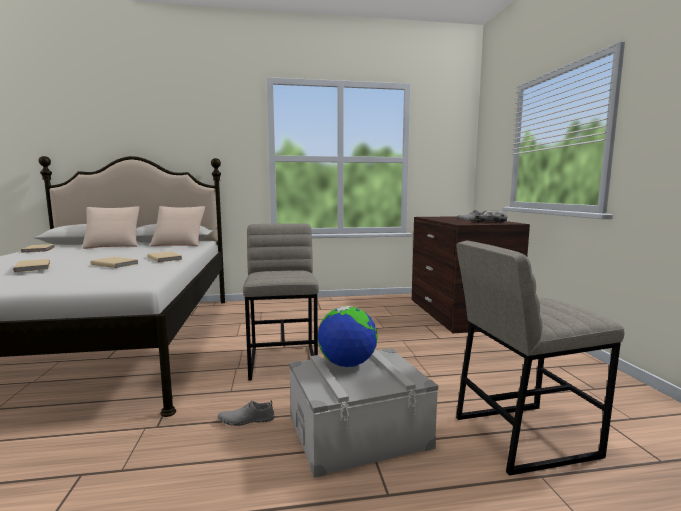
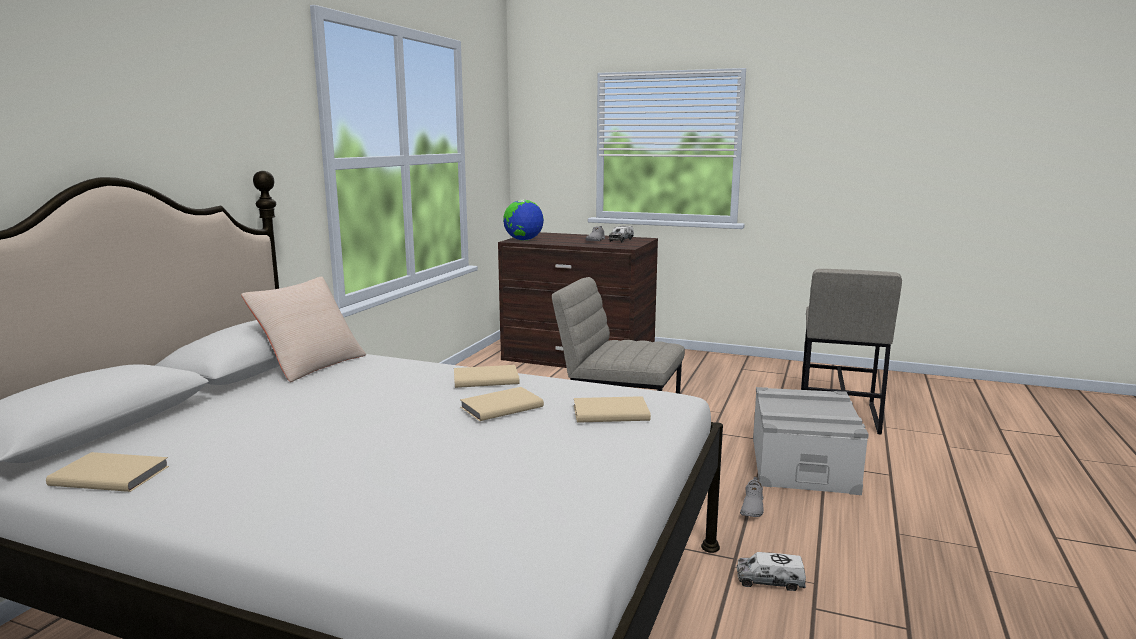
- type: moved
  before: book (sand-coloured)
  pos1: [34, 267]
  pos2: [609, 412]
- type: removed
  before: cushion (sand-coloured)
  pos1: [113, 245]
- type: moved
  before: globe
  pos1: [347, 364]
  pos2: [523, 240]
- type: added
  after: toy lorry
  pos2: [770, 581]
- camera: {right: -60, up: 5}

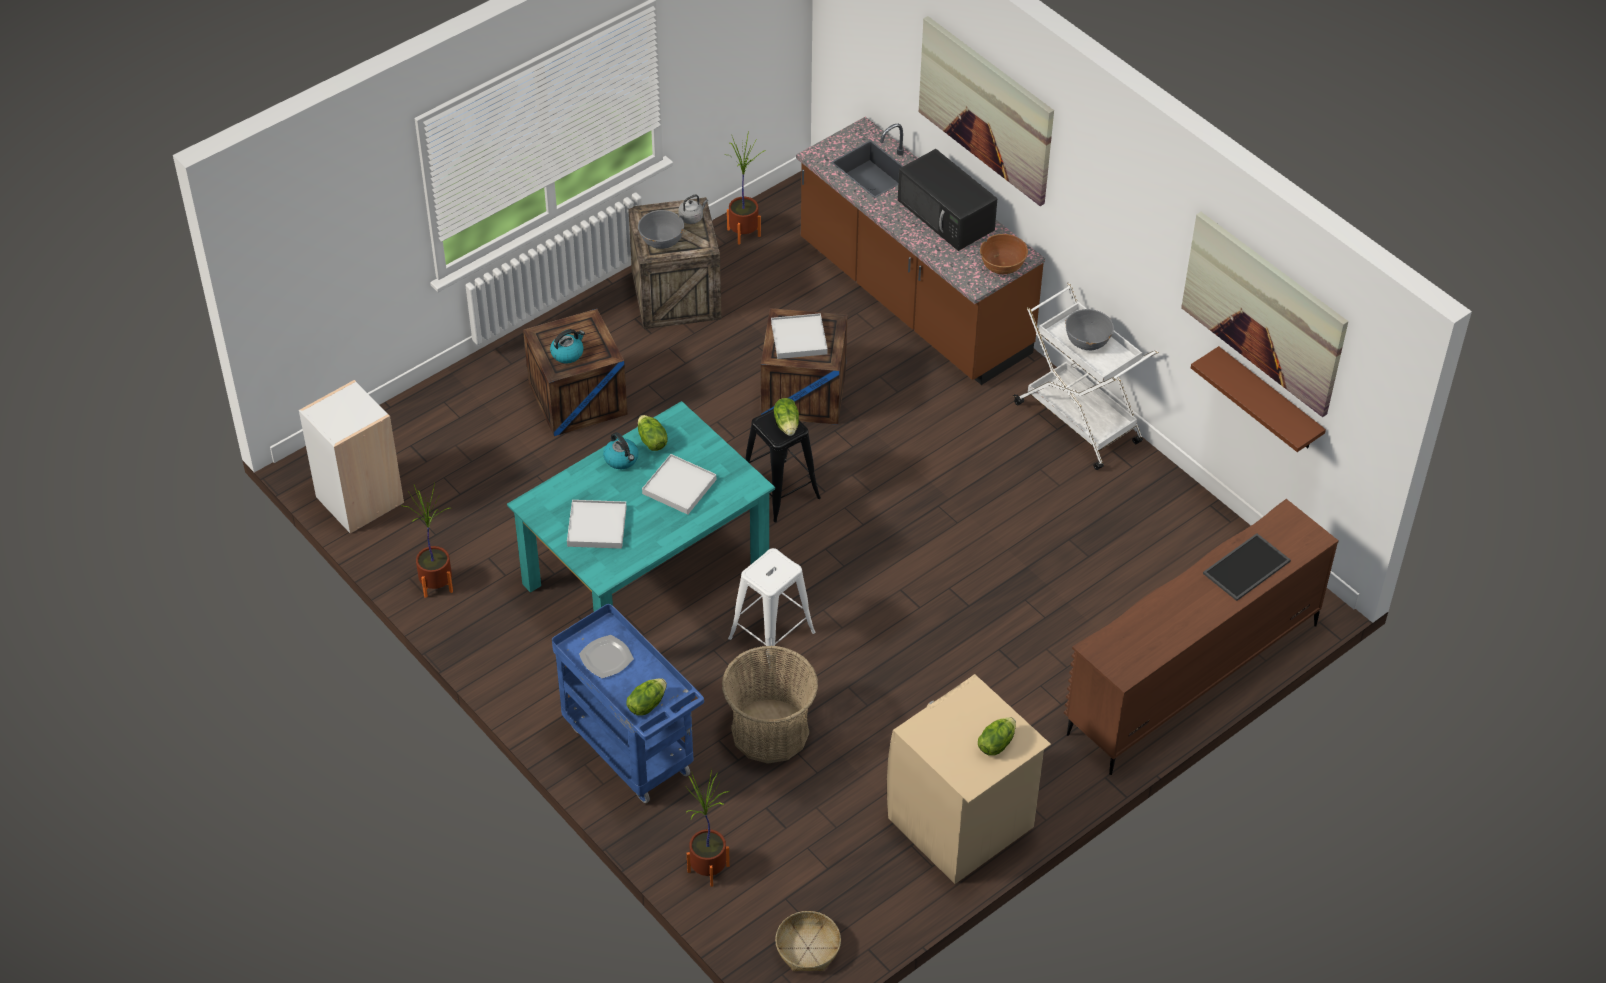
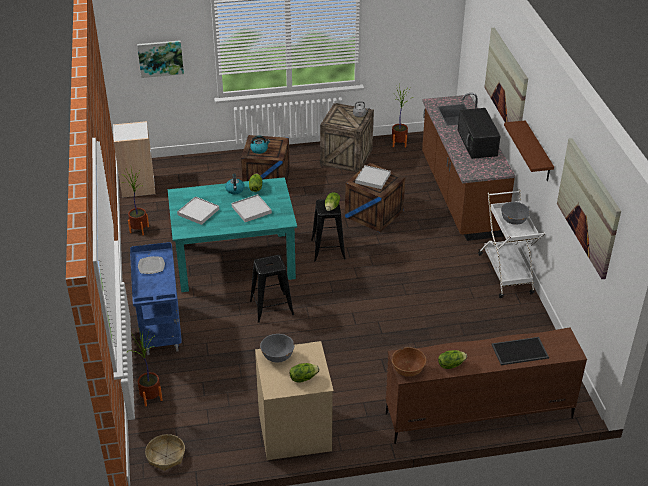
- type: moved
  before: lettuce head
  pos1: [646, 704]
  pos2: [451, 364]
- type: moved
  before: deep dish (grey)
  pos1: [661, 240]
  pos2: [277, 356]
- type: removed
  before: household basket
  pos1: [770, 731]
- type: recoloured
  before: sitting stool (white-coloured)
  after: sitting stool (black)
  pos1: [772, 635]
  pos2: [272, 308]
- type: moved
  before: deep dish (brown)
  pos1: [1002, 266]
  pos2: [408, 370]
- type: moved
  before: bracket shelf (brown)
  pos1: [1268, 400]
  pos2: [538, 152]
- type: added
  after: picture
  pos2: [160, 58]
- camera: {right: 30, up: -10}

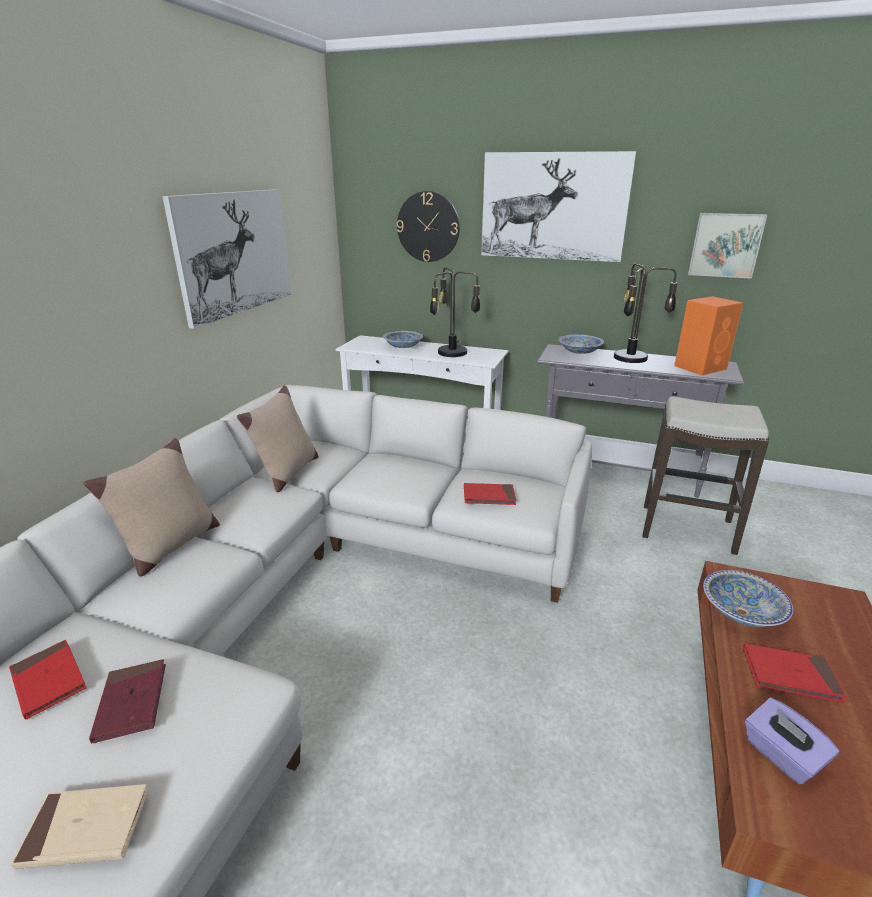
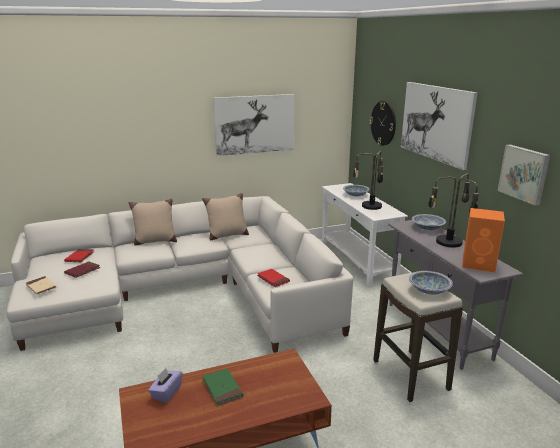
- type: moved
  before: deep dish
  pos1: [741, 612]
  pos2: [429, 290]
- type: recoloured
  before: book (red)
  after: book (green)
  pos1: [790, 675]
  pos2: [222, 388]
- camera: {right: 50, up: -5}

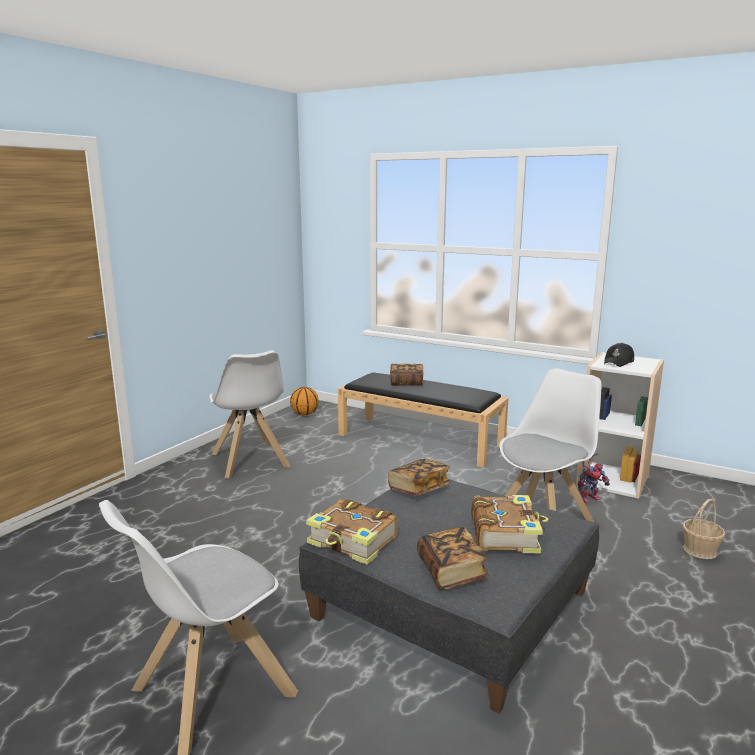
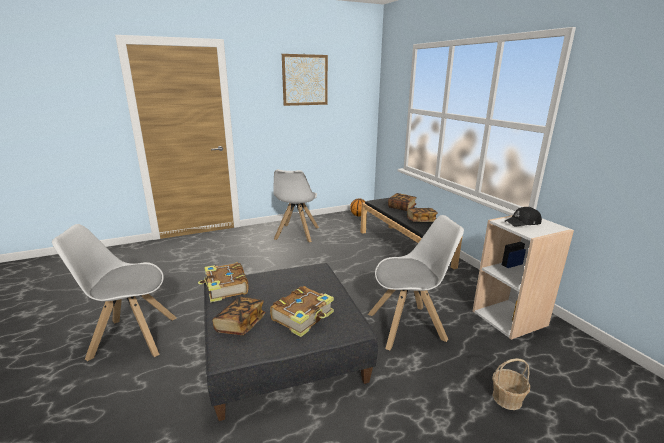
- type: moved
  before: book
  pos1: [419, 489]
  pos2: [421, 221]
- type: removed
  before: toy robot
  pos1: [588, 498]
- type: added
  after: picture
  pos2: [305, 79]
- camera: {right: 35, up: 5}

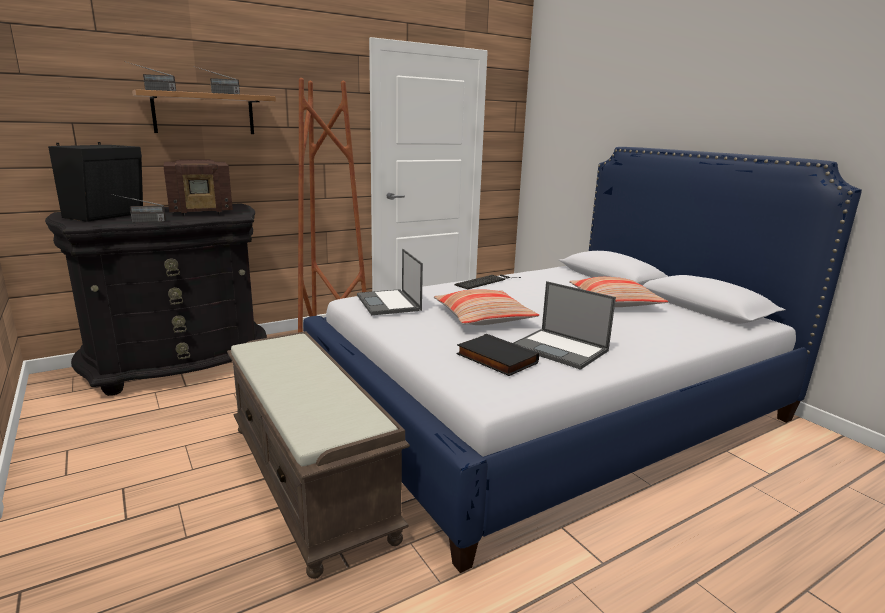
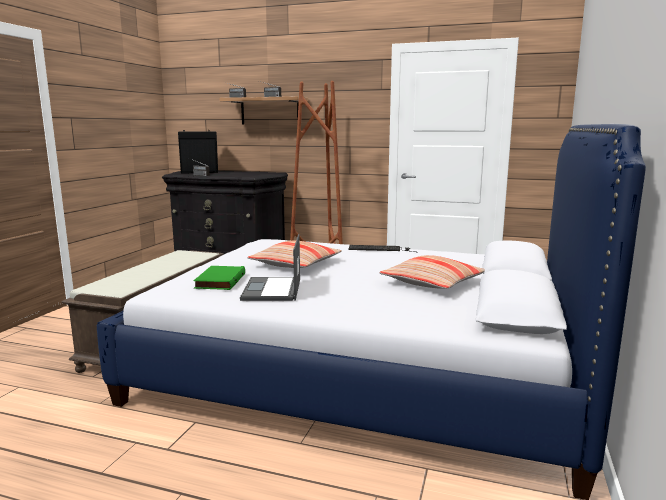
- type: removed
  before: radio set
  pos1: [202, 211]
- type: removed
  before: portable computer
  pos1: [389, 303]
- type: recoloured
  before: book (black)
  after: book (green)
  pos1: [495, 359]
  pos2: [219, 281]
- camera: {right: 50, up: -5}

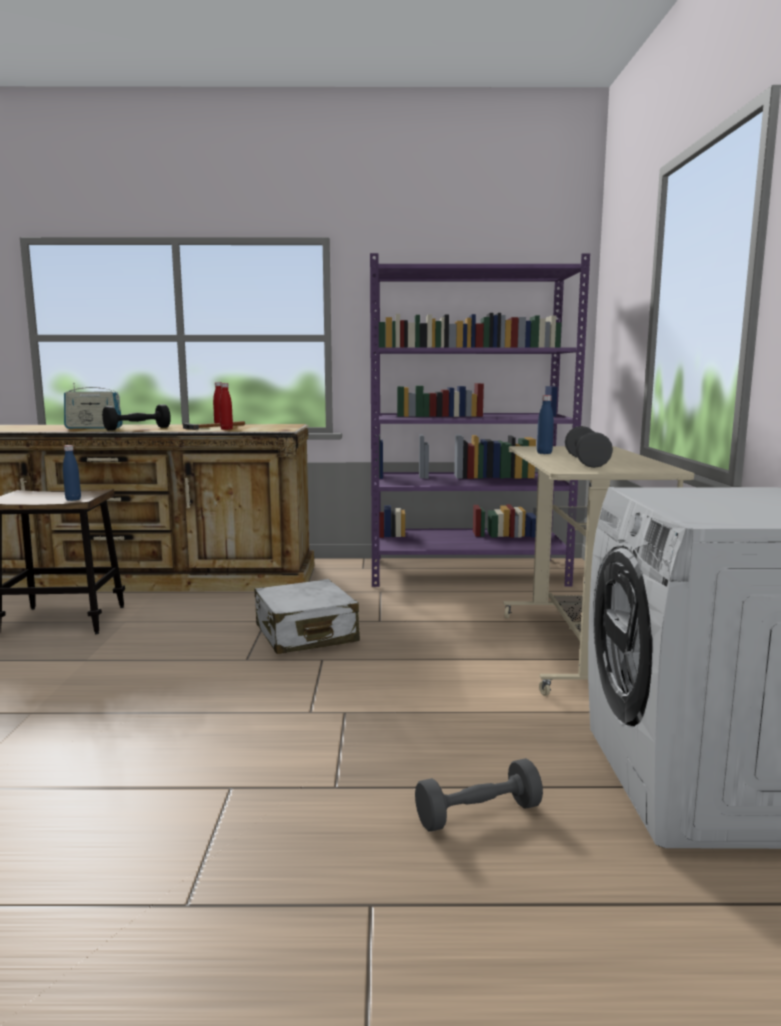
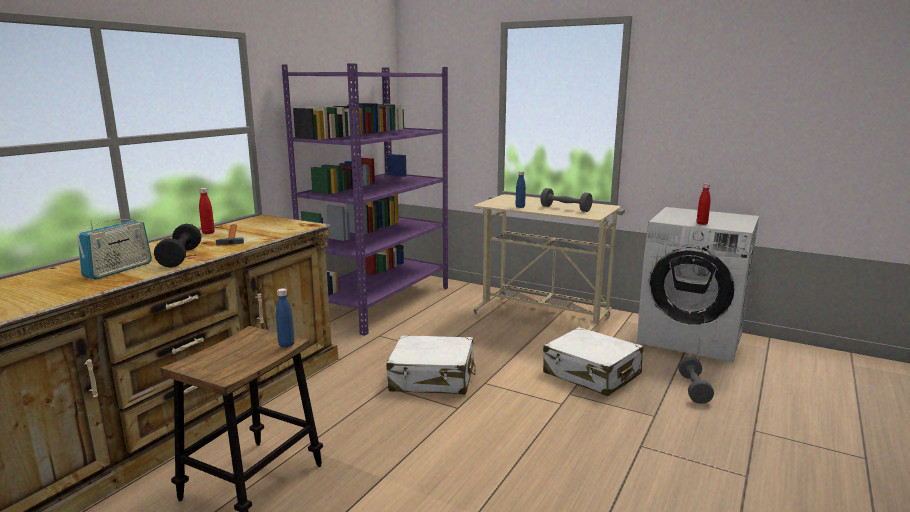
- type: moved
  before: bottle (red)
  pos1: [226, 429]
  pos2: [701, 223]
- type: added
  after: suitcase (white-coloured)
  pos2: [591, 374]
- camera: {right: -60, up: 5}

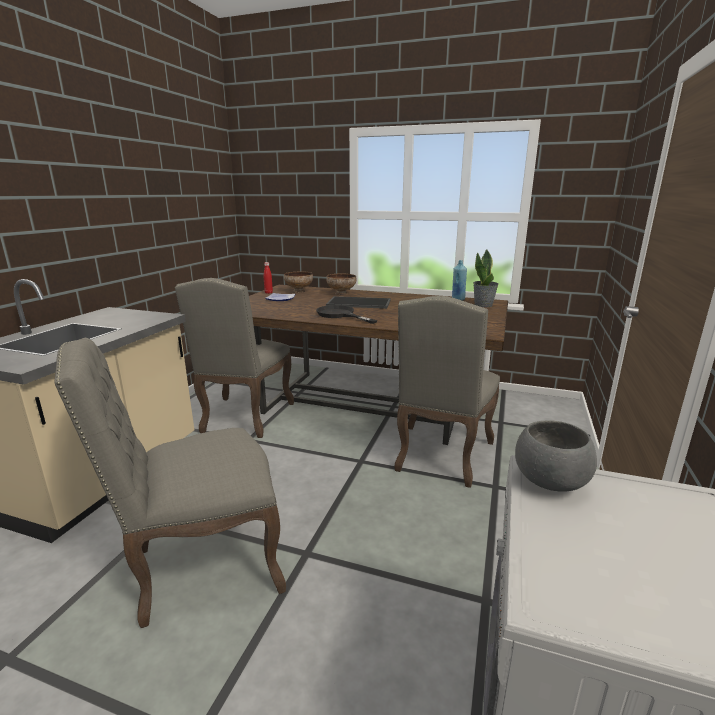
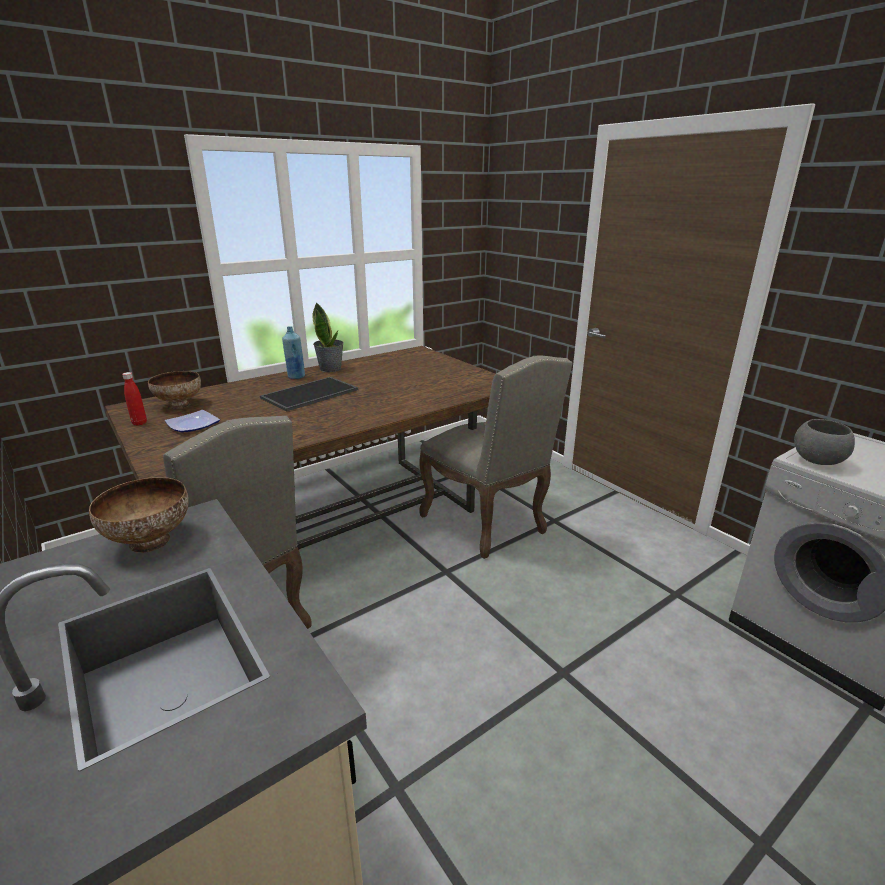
- type: removed
  before: upright chair (grey)
  pos1: [203, 565]
- type: removed
  before: pan (black)
  pos1: [340, 315]
- type: moved
  before: deep dish
  pos1: [341, 294]
  pos2: [150, 542]
- type: moved
  before: bottle (blue-coloured)
  pos1: [458, 299]
  pos2: [296, 377]
- type: moved
  before: houseplant
  pos1: [483, 305]
  pos2: [331, 369]
- camera: {right: -55, up: 5}

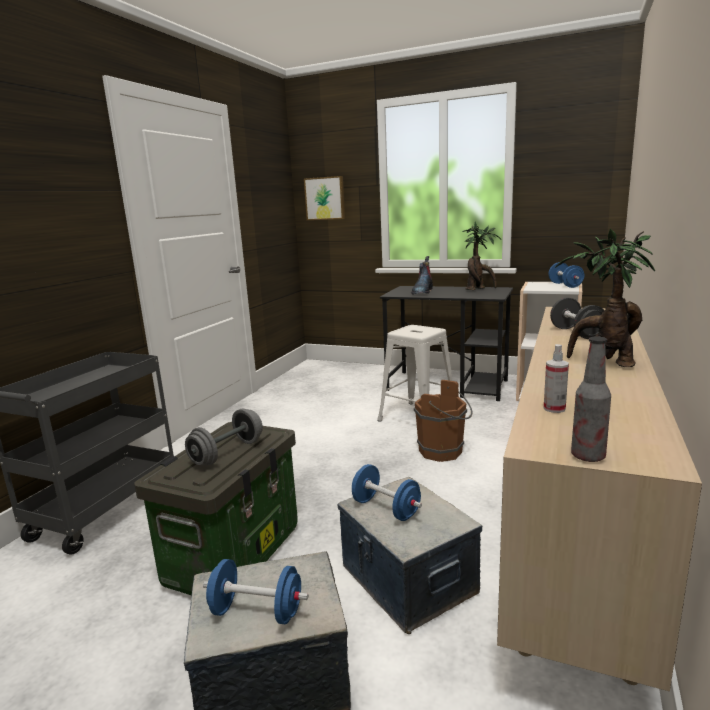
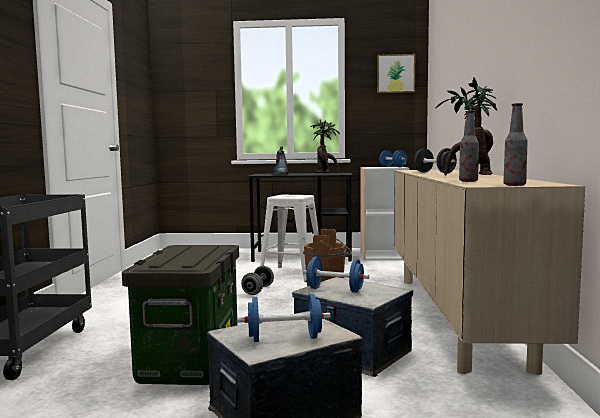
- type: moved
  before: dumbbell (grey)
  pos1: [227, 453]
  pos2: [258, 290]
- type: moved
  before: picture
  pos1: [325, 198]
  pos2: [395, 74]
- type: replaced
  before: sprayer
  after: bottle
  pos1: [554, 408]
  pos2: [468, 181]
- camera: {right: -20, up: -10}

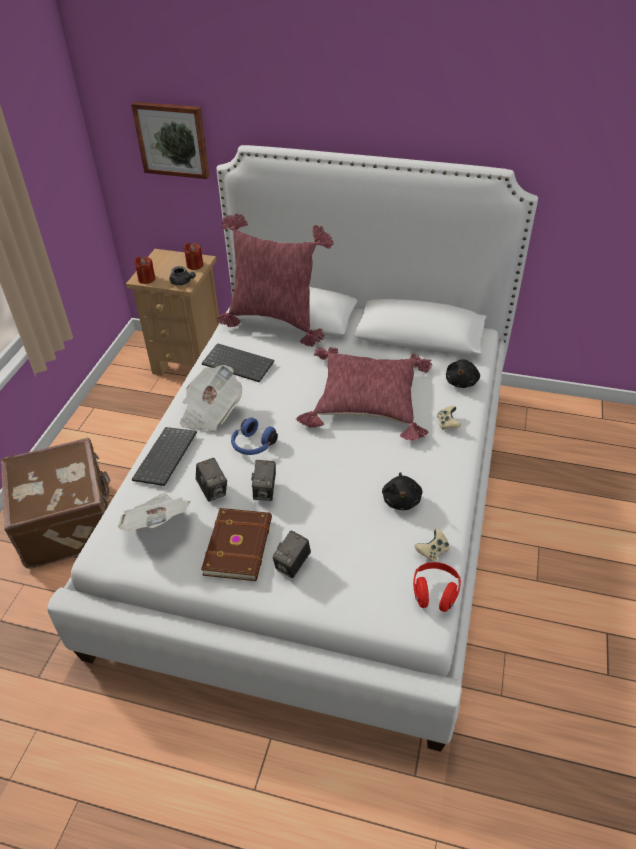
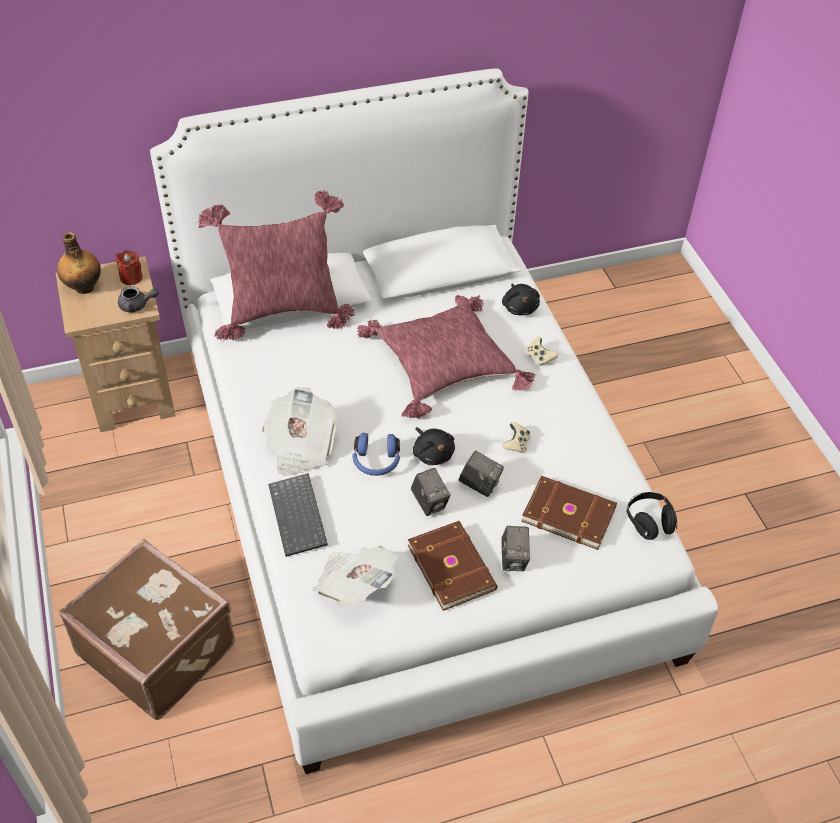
- type: removed
  before: picture
  pos1: [172, 139]
- type: removed
  before: wax light (red)
  pos1: [146, 279]
- type: moved
  before: photo camera
  pos1: [213, 490]
  pos2: [480, 485]
- type: removed
  before: computer keyboard
  pos1: [239, 363]
- type: moved
  before: plush toy (black)
  pos1: [401, 499]
  pos2: [432, 453]
- type: recoloured
  before: headphones (red)
  after: headphones (black)
  pos1: [435, 593]
  pos2: [649, 522]
- type: moved
  before: gamepad (sand-coloured)
  pos1: [432, 551]
  pos2: [516, 444]
- type: added
  after: bottle
  pos2: [84, 287]
- type: added
  after: book (brown)
  pos2: [568, 513]
- camera: {right: -35, up: 5}

